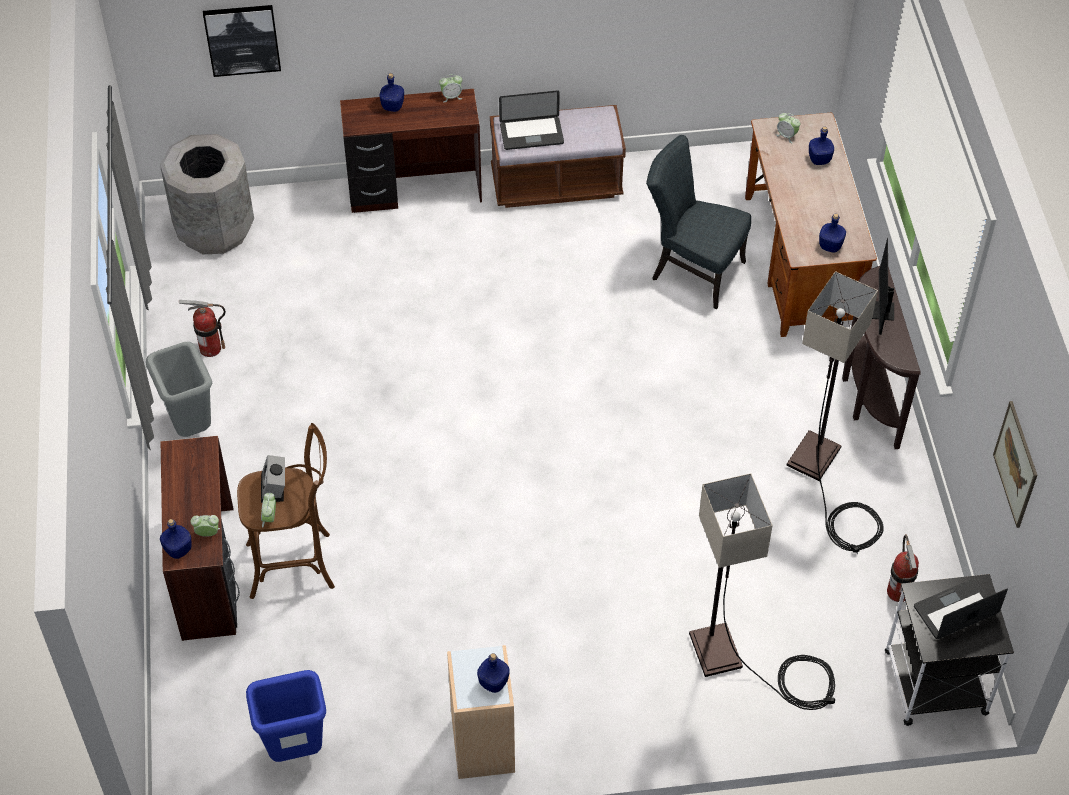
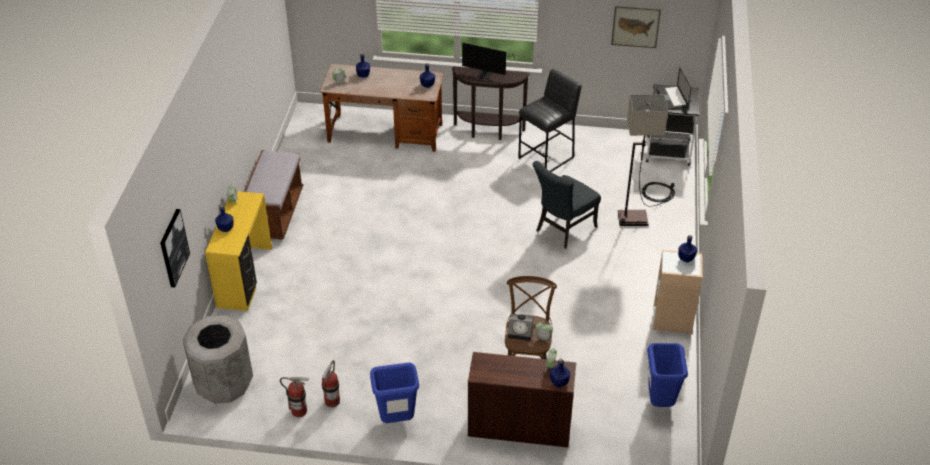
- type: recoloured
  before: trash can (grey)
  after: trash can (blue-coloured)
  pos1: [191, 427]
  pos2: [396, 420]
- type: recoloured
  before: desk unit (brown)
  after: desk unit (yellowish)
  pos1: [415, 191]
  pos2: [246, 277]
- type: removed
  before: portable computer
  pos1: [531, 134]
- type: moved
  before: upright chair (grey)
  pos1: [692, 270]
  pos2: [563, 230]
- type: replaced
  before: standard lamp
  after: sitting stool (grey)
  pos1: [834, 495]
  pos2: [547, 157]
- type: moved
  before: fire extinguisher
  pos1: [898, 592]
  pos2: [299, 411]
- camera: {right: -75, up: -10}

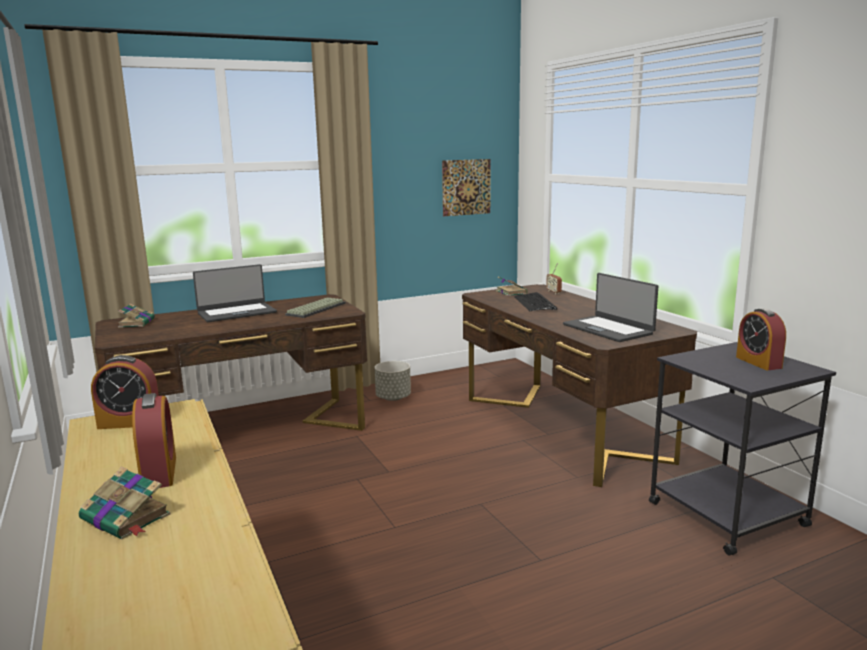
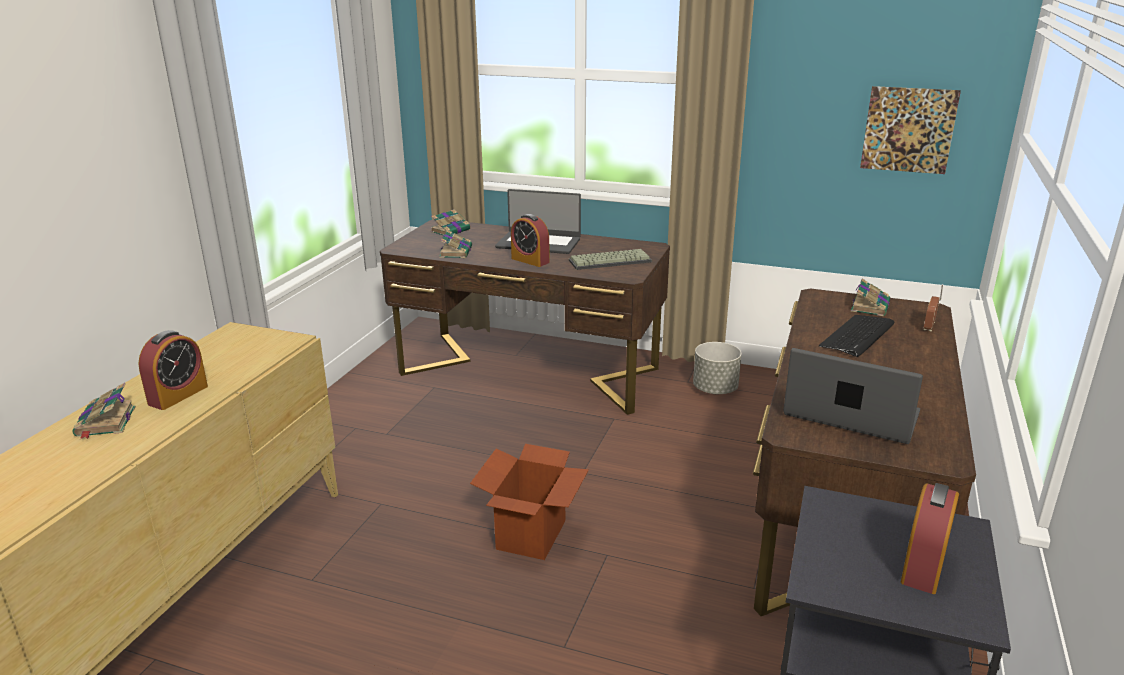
- type: moved
  before: alarm clock
  pos1: [129, 422]
  pos2: [530, 260]
- type: turned
  before: portable computer
  pos1: [608, 329]
  pos2: [850, 415]
  turn: 105
- type: added
  after: book
  pos2: [456, 252]
- type: added
  after: carton
  pos2: [531, 535]
- camera: {right: 45, up: 10}

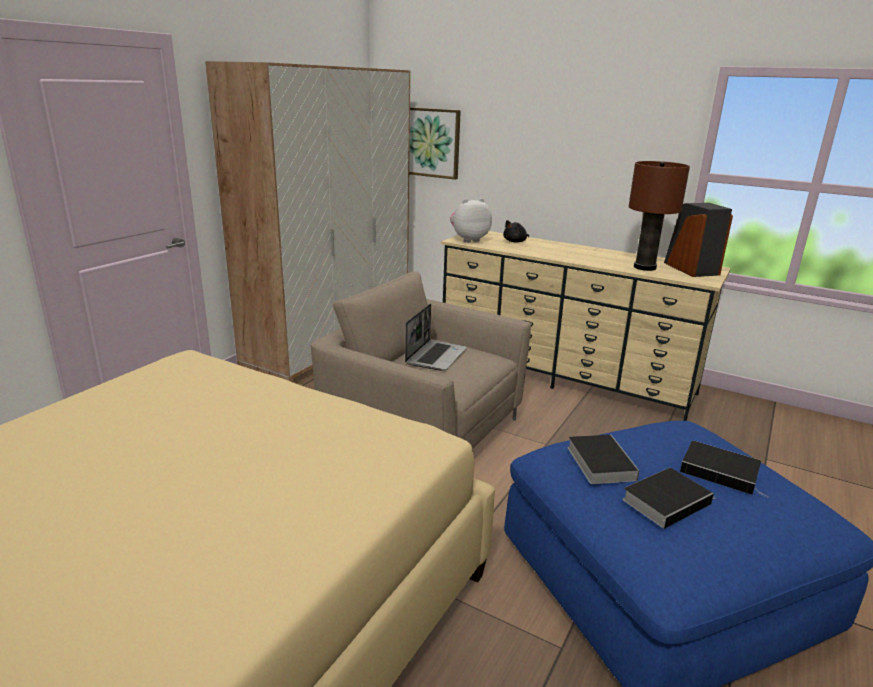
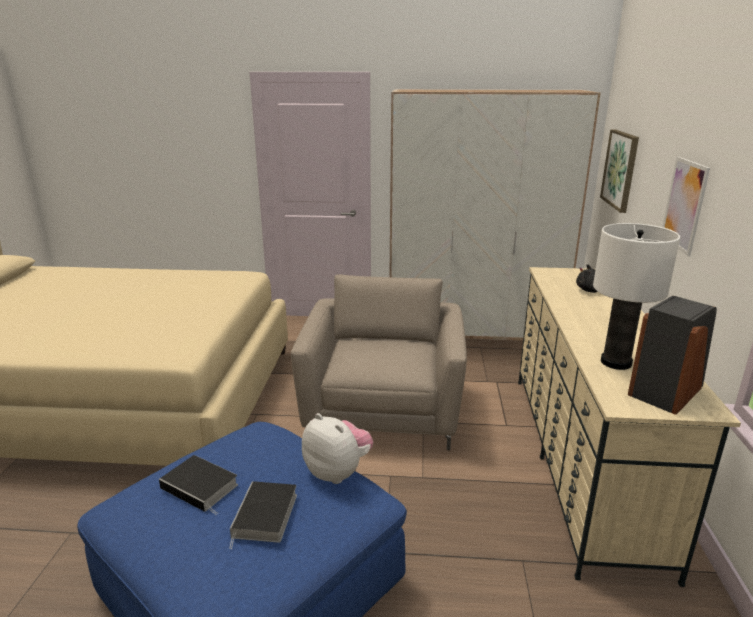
- type: removed
  before: portable computer
  pos1: [436, 356]
- type: moved
  before: plush toy
  pos1: [468, 240]
  pos2: [338, 472]
- type: removed
  before: book
  pos1: [599, 462]
- type: recoloured
  before: tabletop lamp (brown)
  after: tabletop lamp (white-coloured)
  pos1: [644, 267]
  pos2: [615, 362]
- type: added
  after: picture
  pos2: [684, 205]
- camera: {right: 65, up: 0}

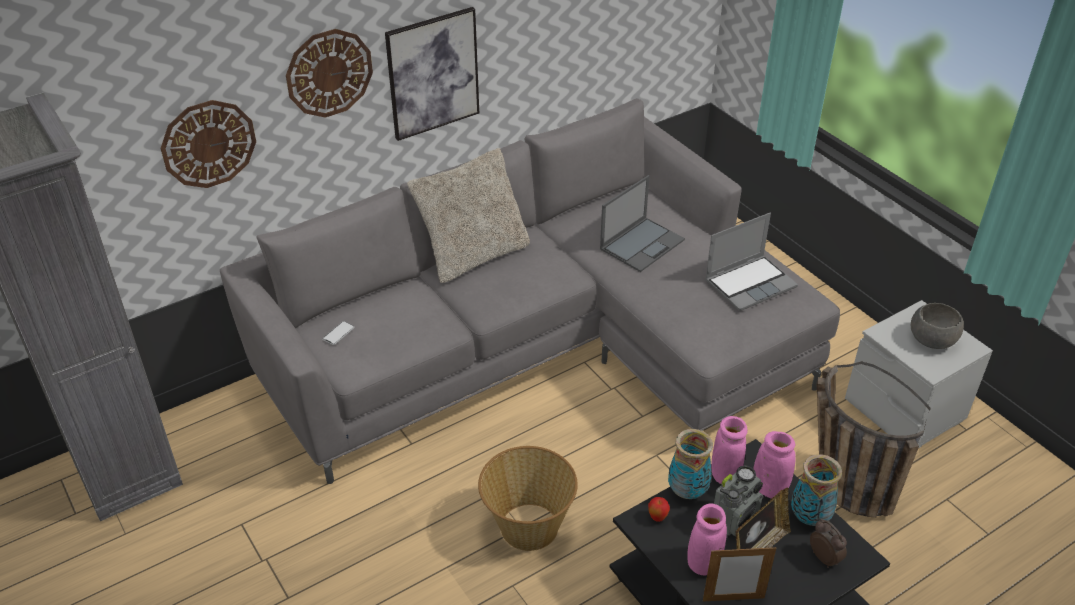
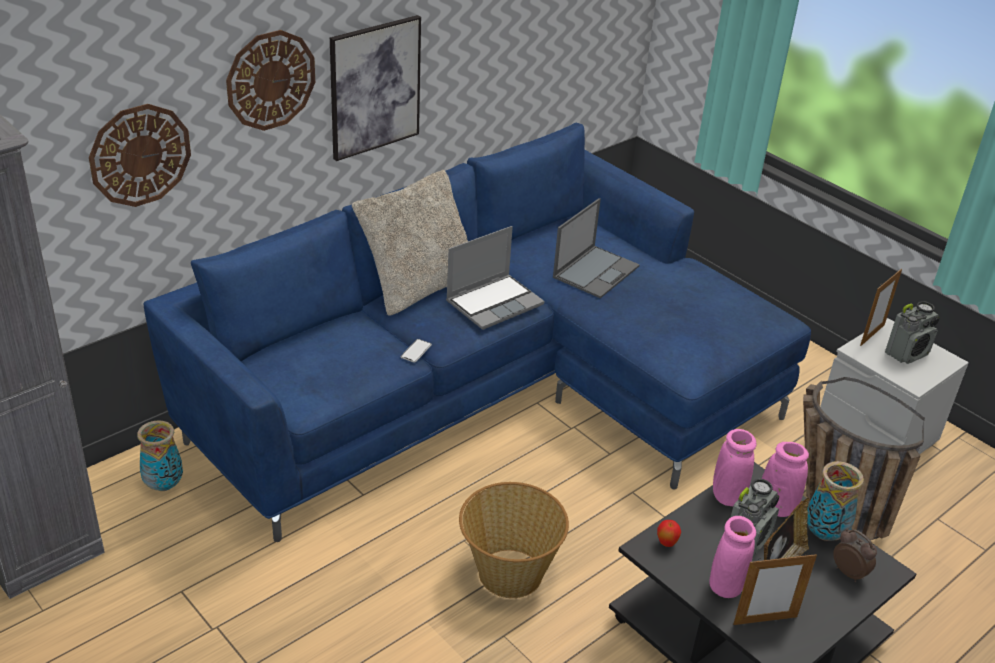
- type: recoloured
  before: couch (grey)
  after: couch (blue-coloured)
  pos1: [546, 347]
  pos2: [492, 389]
- type: moved
  before: phone
  pos1: [338, 333]
  pos2: [416, 351]
- type: moved
  before: vase
  pos1: [687, 491]
  pos2: [164, 485]
- type: moved
  before: portable computer
  pos1: [750, 283]
  pos2: [494, 302]
- type: replaced
  before: deep dish (grey)
  after: radio set
  pos1: [932, 338]
  pos2: [907, 353]
- type: added
  after: picture frame
  pos2: [872, 335]
- camera: {right: -10, up: -5}

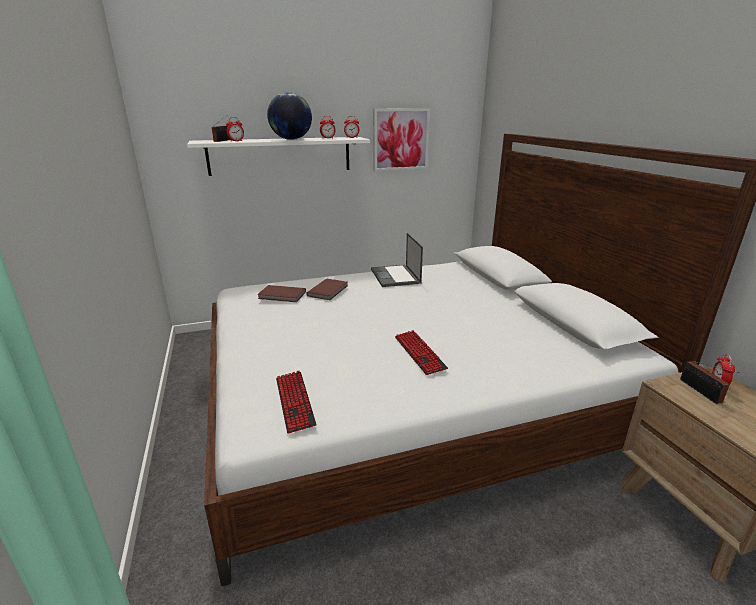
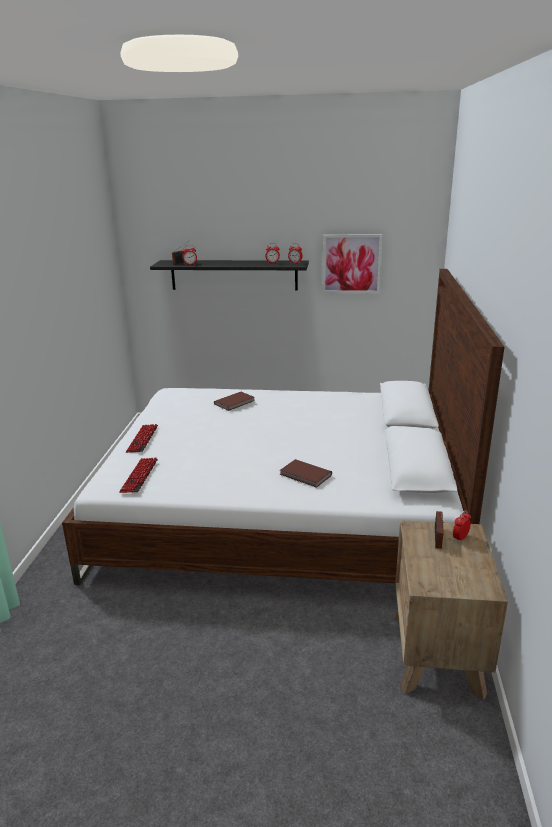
- type: recoloured
  before: bracket shelf (white-coloured)
  after: bracket shelf (black)
  pos1: [280, 155]
  pos2: [234, 275]
- type: moved
  before: book (brown)
  pos1: [282, 295]
  pos2: [305, 475]
- type: removed
  before: globe
  pos1: [291, 139]
- type: removed
  before: portable computer
  pos1: [395, 276]
- type: moved
  before: computer keyboard
  pos1: [419, 353]
  pos2: [142, 439]
- camera: {right: 25, up: 0}

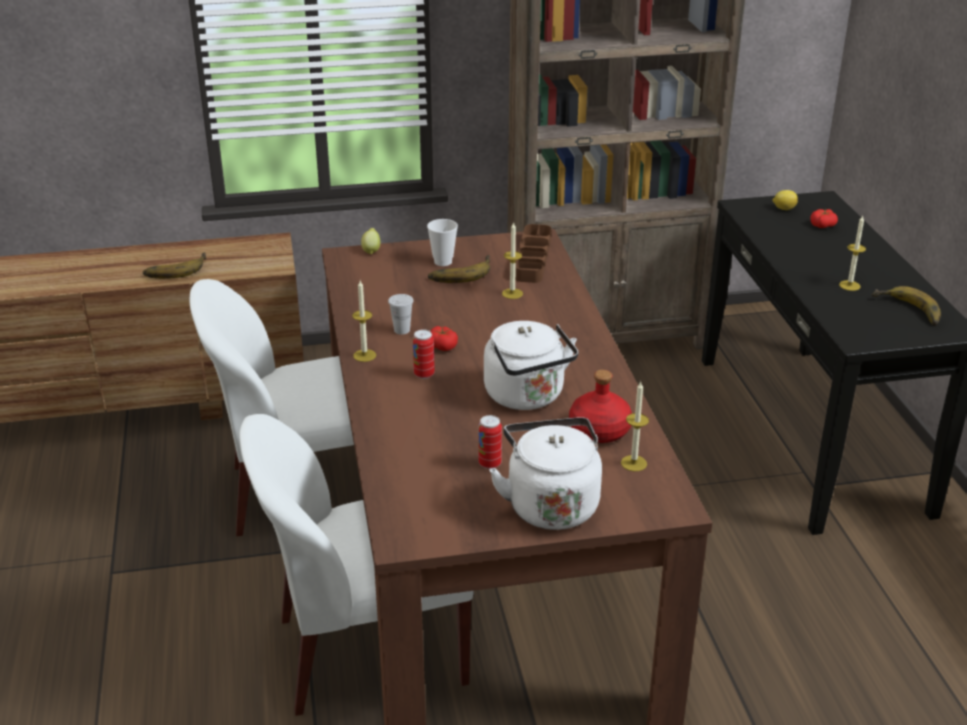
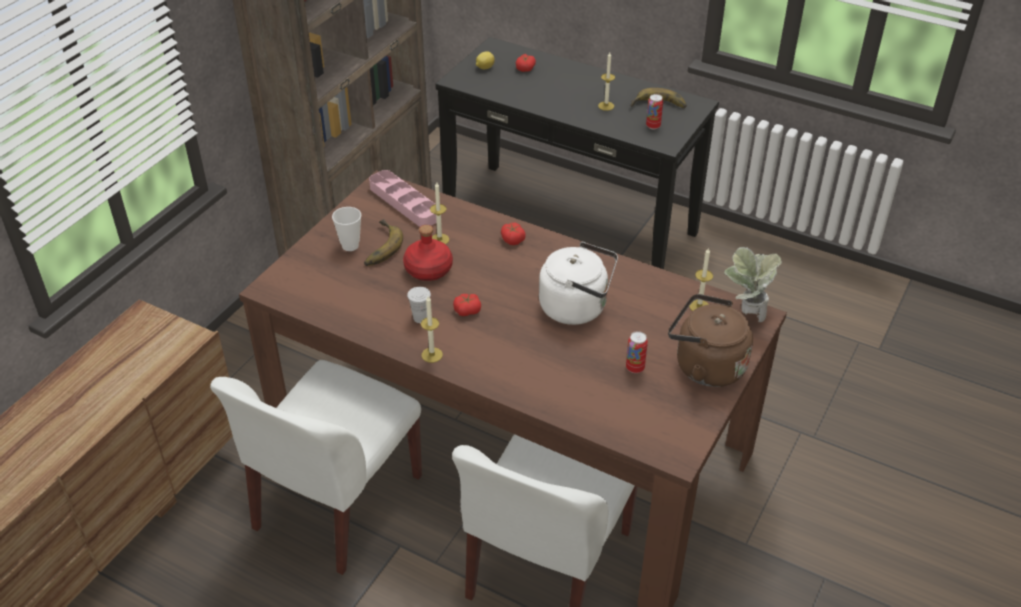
- type: removed
  before: banana fruit
  pos1: [175, 269]
- type: removed
  before: whole lemon
  pos1: [371, 250]
- type: moved
  before: metal can
  pos1: [424, 374]
  pos2: [653, 126]
- type: recoloured
  before: tea kettle (white-coloured)
  after: tea kettle (brown)
  pos1: [550, 504]
  pos2: [705, 366]
- type: recoloured
  before: serving tray (brown)
  after: serving tray (pinkish)
  pos1: [533, 258]
  pos2: [404, 203]
- type: moved
  before: bottle (red)
  pos1: [600, 431]
  pos2: [429, 269]
- type: added
  after: fresh tomato
  pos2: [512, 239]
- type: added
  after: houseplant
  pos2: [746, 314]
- camera: {right: -50, up: 10}

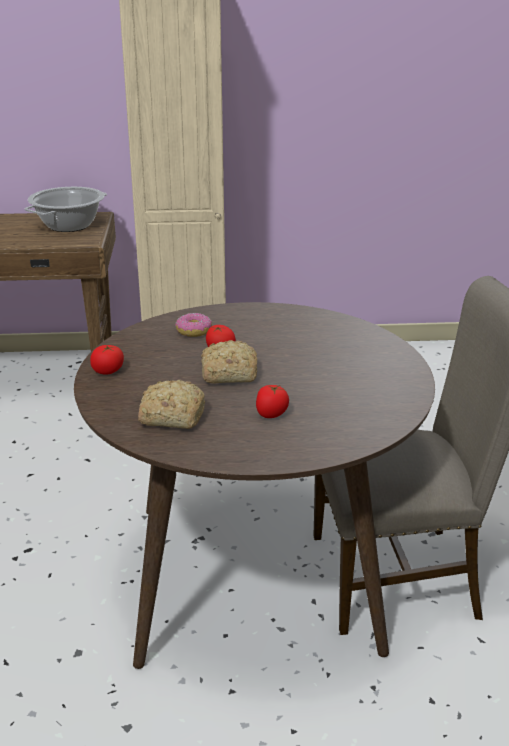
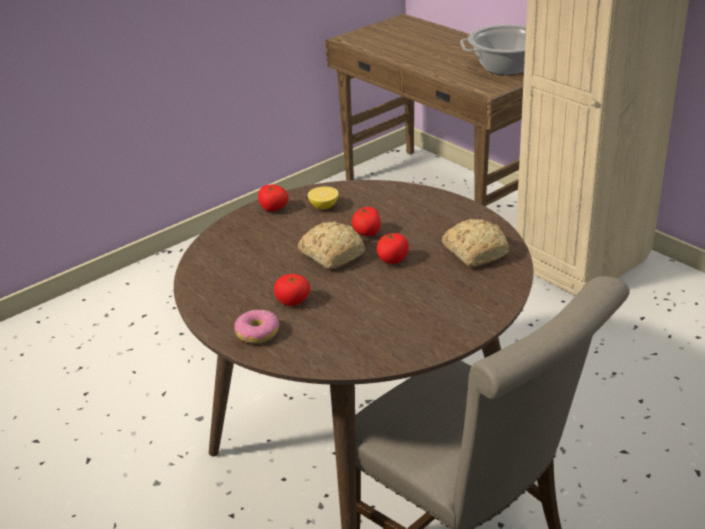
- type: moved
  before: bakery bread
  pos1: [171, 416]
  pos2: [475, 252]
- type: moved
  before: donut
  pos1: [194, 331]
  pos2: [257, 333]
- type: added
  after: whole lemon
  pos2: [324, 206]
- type: added
  after: fresh tomato
  pos2: [393, 260]
- camera: {right: 55, up: 5}

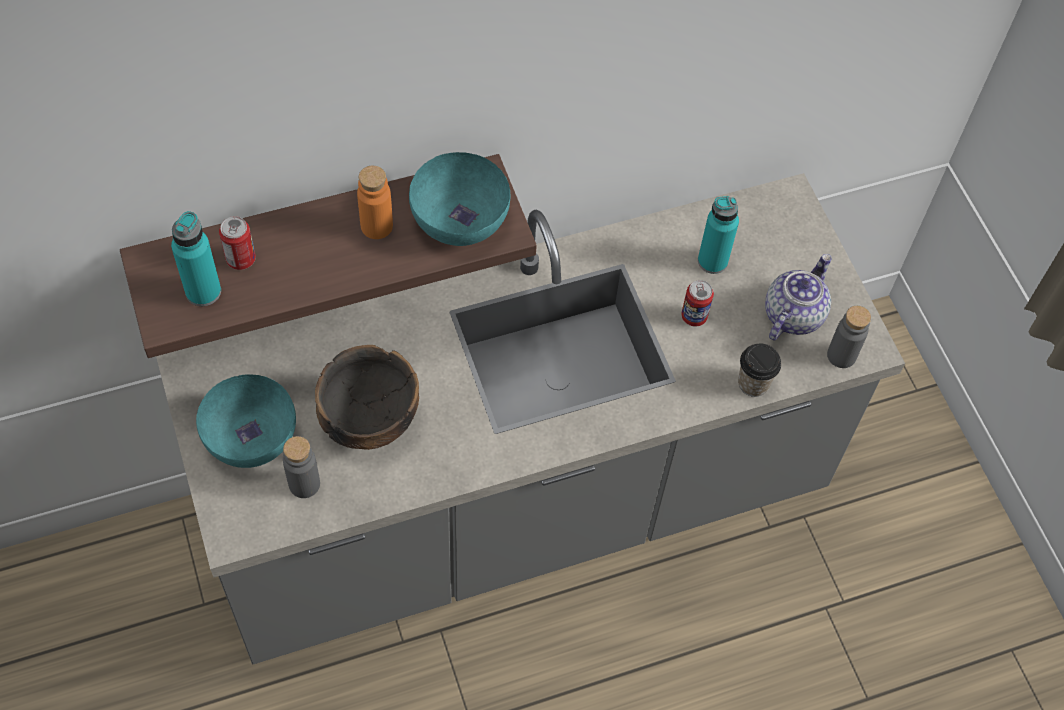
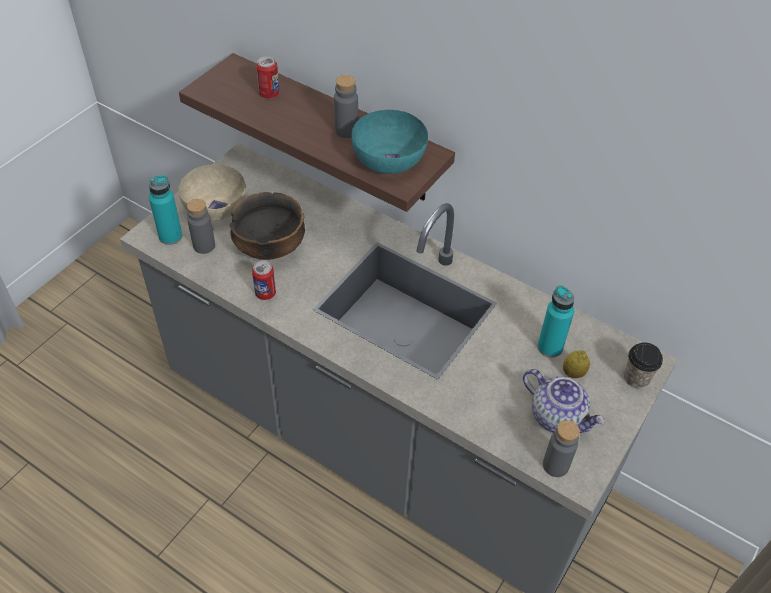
- type: moved
  before: bottle (turquoise)
  pos1: [203, 291]
  pos2: [170, 236]
- type: recoloured
  before: deep dish (turquoise)
  after: deep dish (sand-coloured)
  pos1: [250, 437]
  pos2: [214, 208]
- type: recoloured
  before: bottle (orangey)
  after: bottle (grey)
  pos1: [376, 226]
  pos2: [346, 130]
- type: moved
  before: metal can
  pos1: [694, 316]
  pos2: [265, 293]
- type: moved
  before: cup
  pos1: [753, 383]
  pos2: [636, 378]
- type: turned
  before: pot for tea
  pos1: [792, 314]
  pos2: [558, 416]
  turn: 45
- type: added
  after: whole lemon
  pos2: [573, 373]
- camera: {right: 55, up: -10}

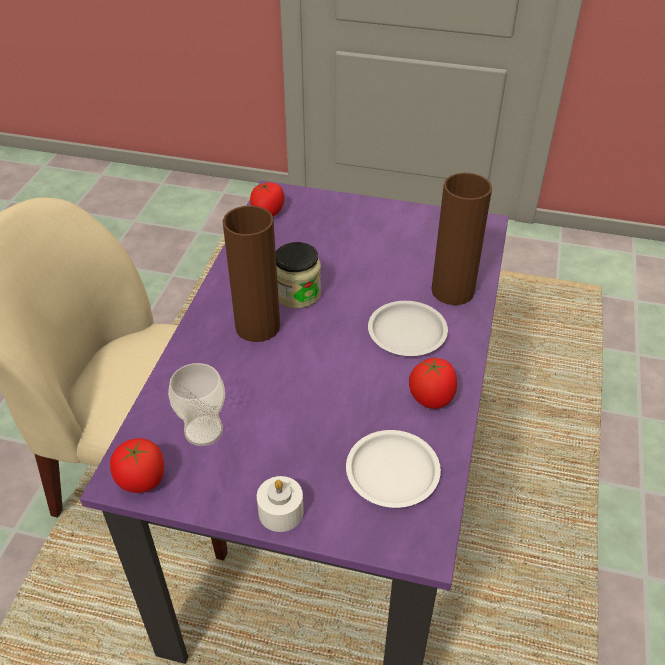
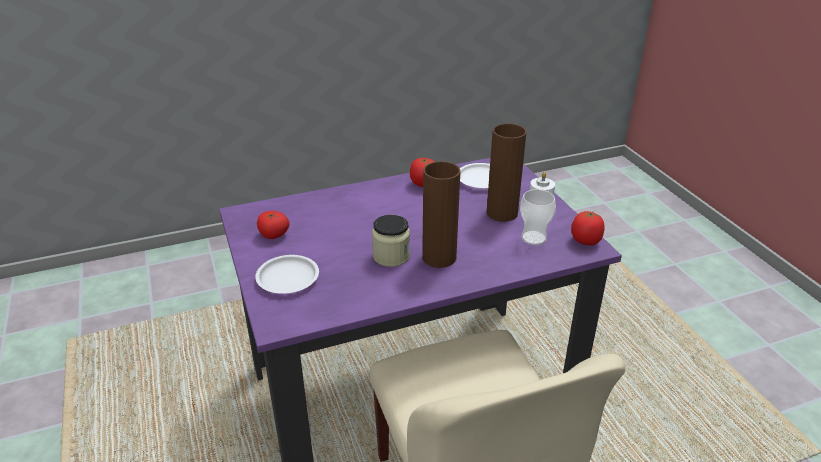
- type: moved
  before: fresh tomato
  pos1: [268, 212]
  pos2: [273, 235]
- type: moved
  before: dinner plate (white-coloured)
  pos1: [407, 333]
  pos2: [288, 278]
- type: moved
  before: vase (brown)
  pos1: [452, 291]
  pos2: [502, 213]
- camera: {right: -125, up: -10}

